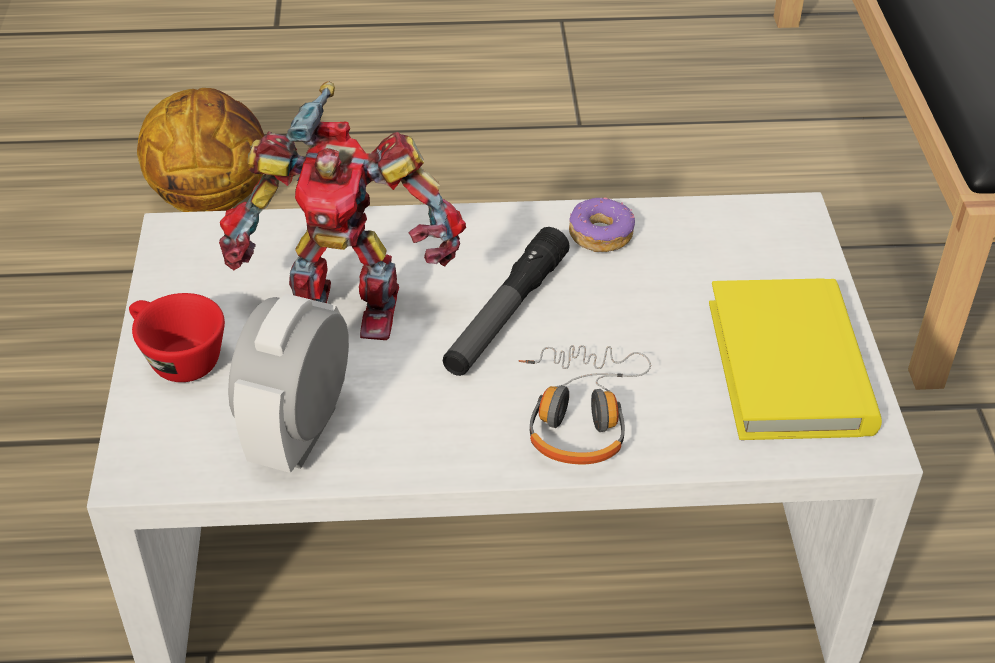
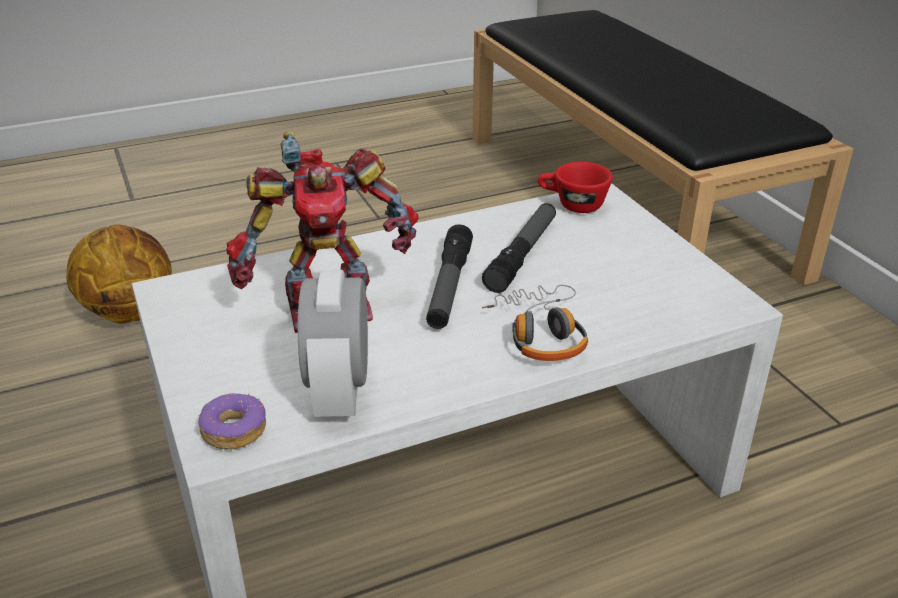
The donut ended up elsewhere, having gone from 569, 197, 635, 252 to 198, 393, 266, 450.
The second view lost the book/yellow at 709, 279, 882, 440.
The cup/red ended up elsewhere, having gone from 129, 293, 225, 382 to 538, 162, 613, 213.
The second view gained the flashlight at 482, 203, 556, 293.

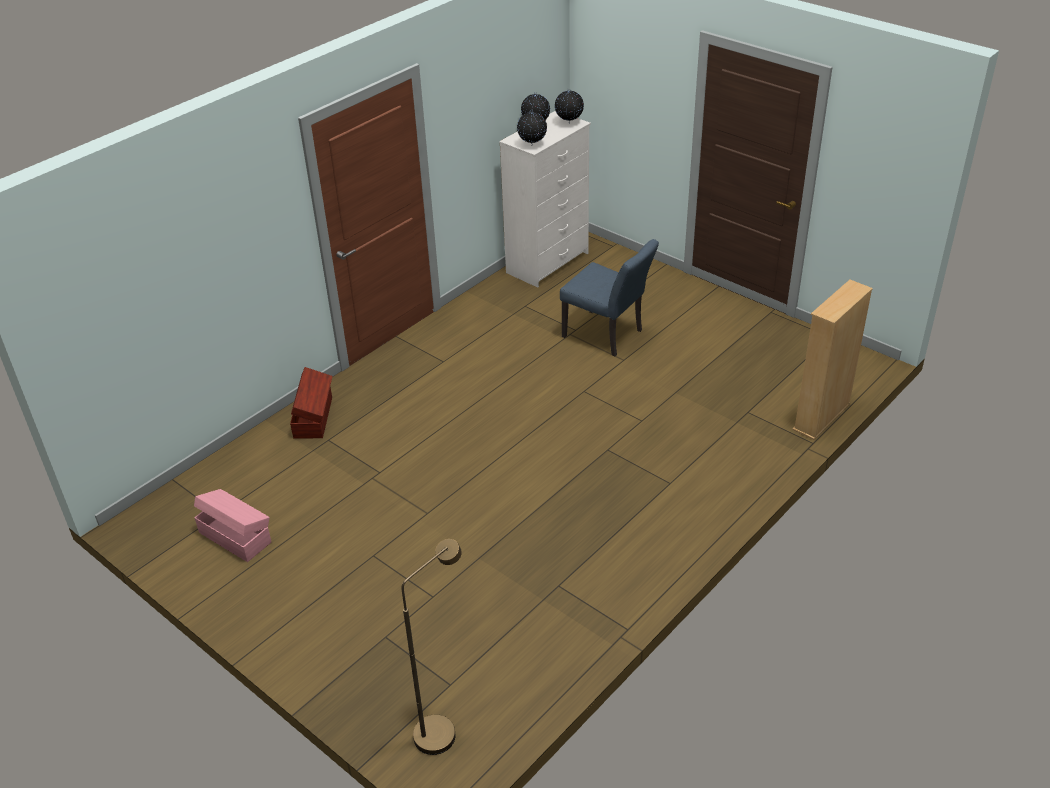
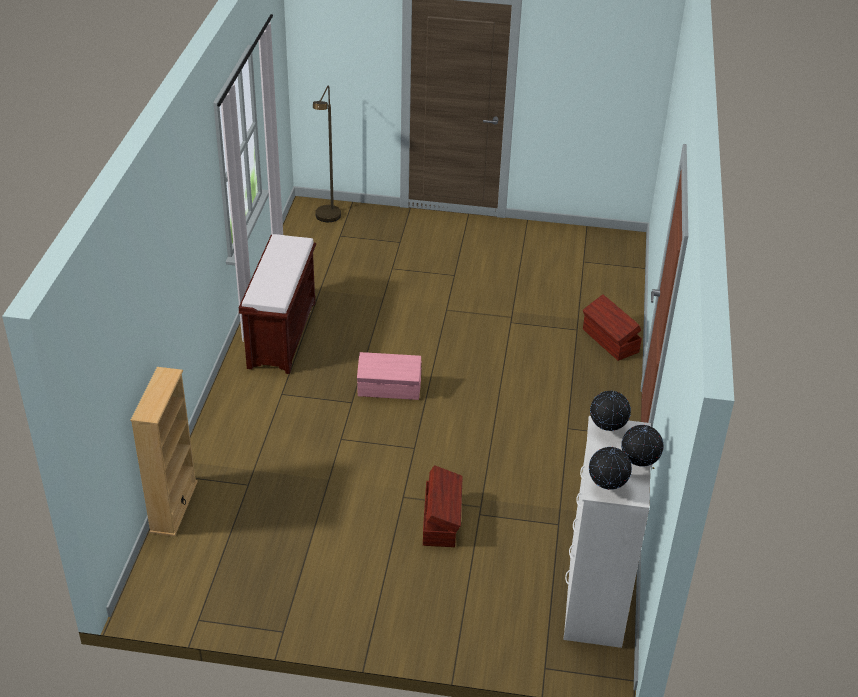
Where the chair/blue stood at 560, 239, 659, 356, the storage box/brown came to stand at 423, 465, 462, 547.
The storage box/pink ended up elsewhere, having gone from 194, 489, 271, 562 to 357, 352, 422, 400.
The second view gained the bench/brown at 239, 234, 316, 374.

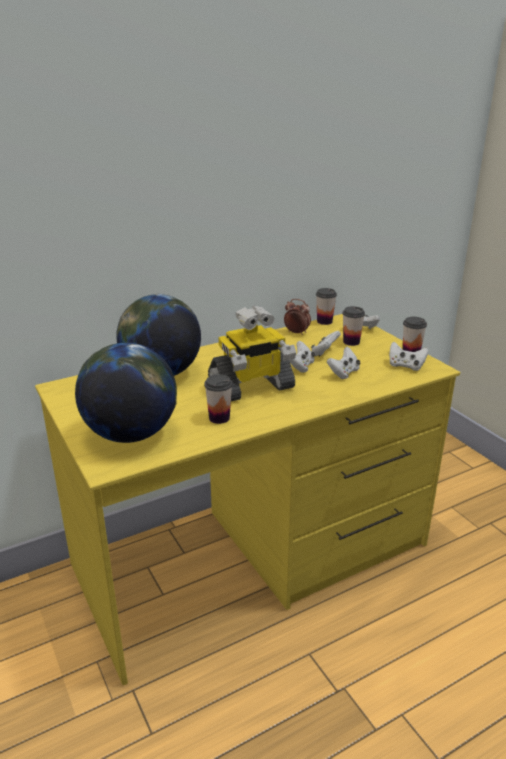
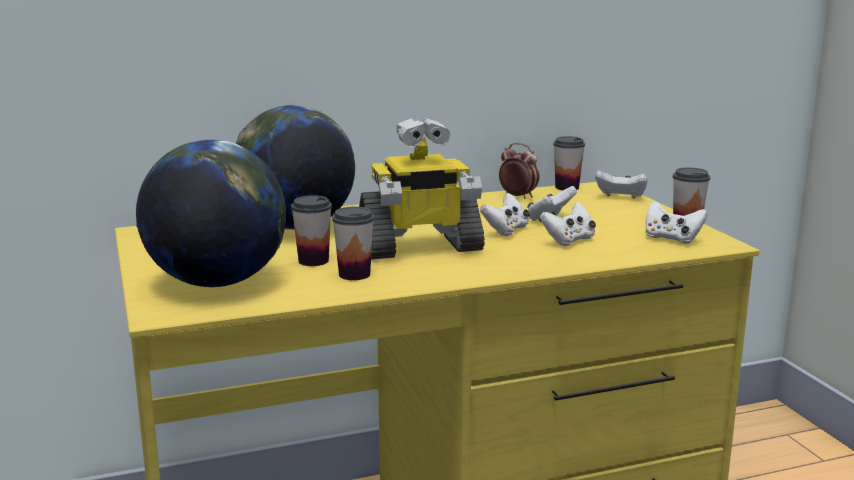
The cup ended up elsewhere, having gone from 343, 306, 365, 346 to 291, 195, 332, 266.

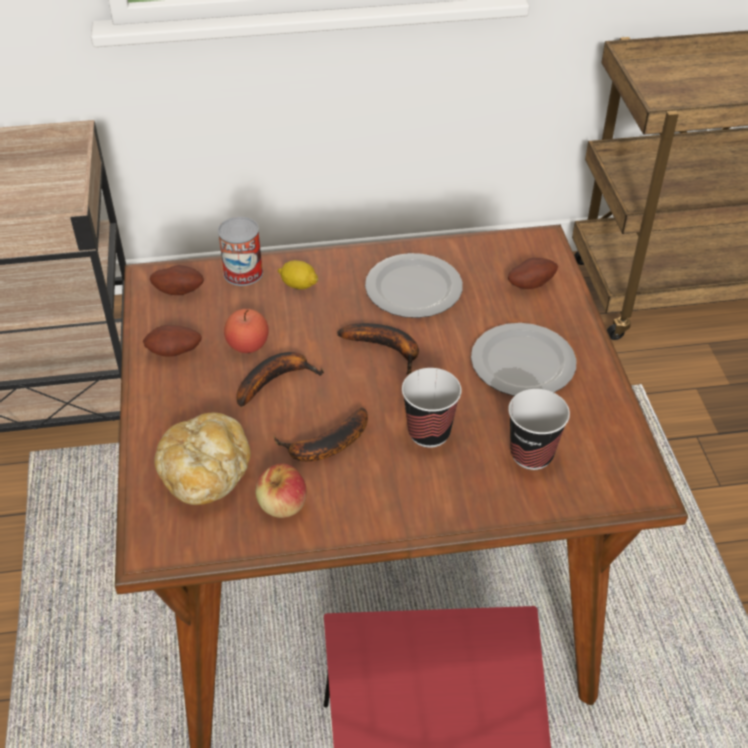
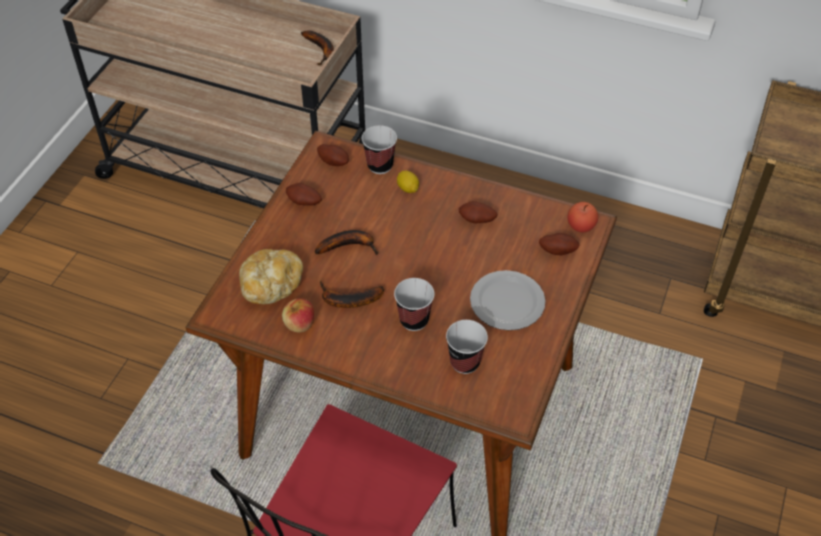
Where the can stood at 218, 217, 263, 286, the cup came to stand at 362, 125, 397, 174.
Where the plate stood at 365, 253, 463, 318, the potato came to stand at 459, 201, 497, 224.
The apple ended up elsewhere, having gone from 224, 309, 269, 353 to 567, 202, 598, 232.
The banana ended up elsewhere, having gone from 337, 323, 419, 374 to 301, 31, 334, 65.

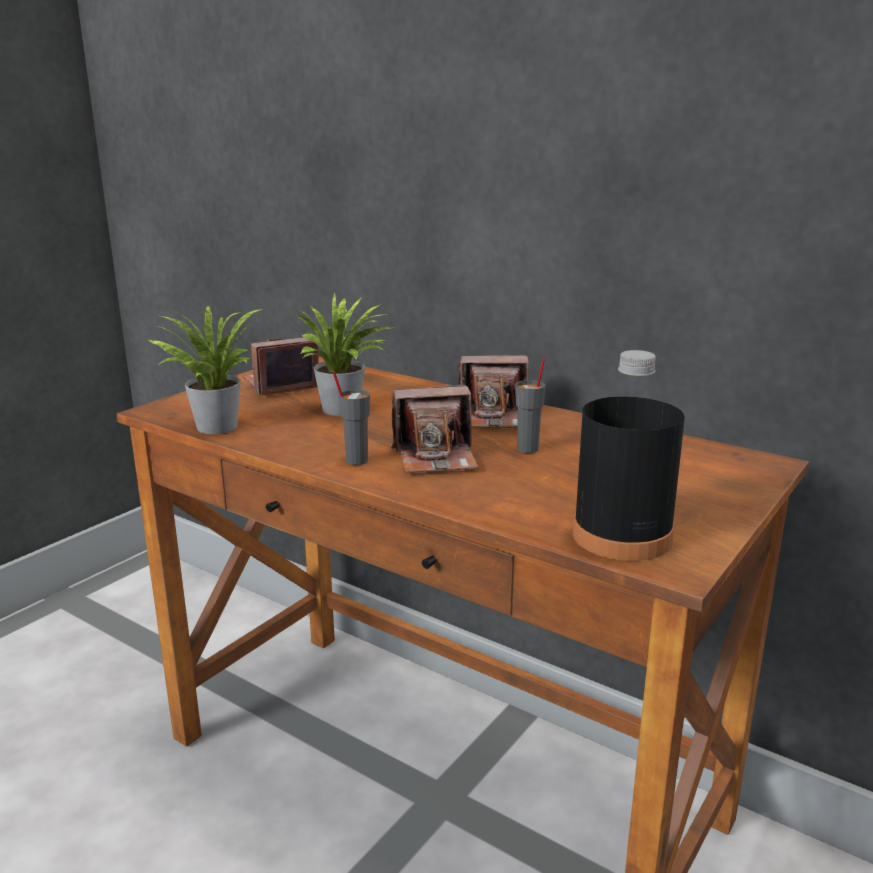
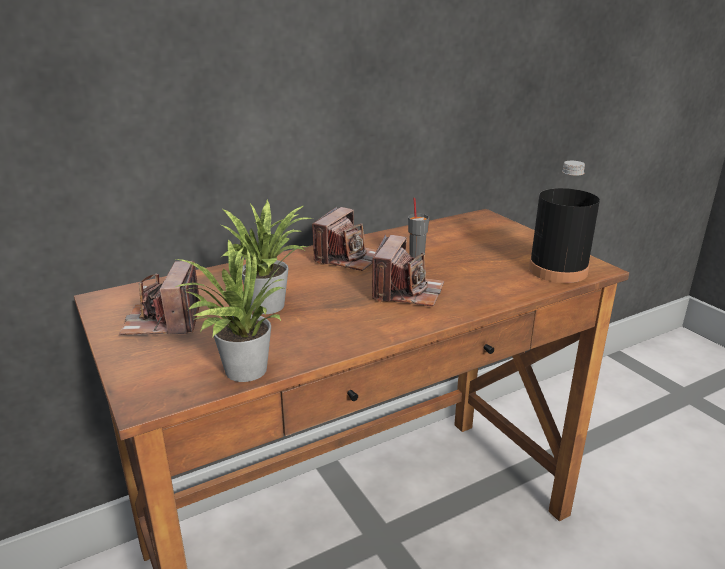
The second view lost the cup/grey at 333, 373, 370, 465.

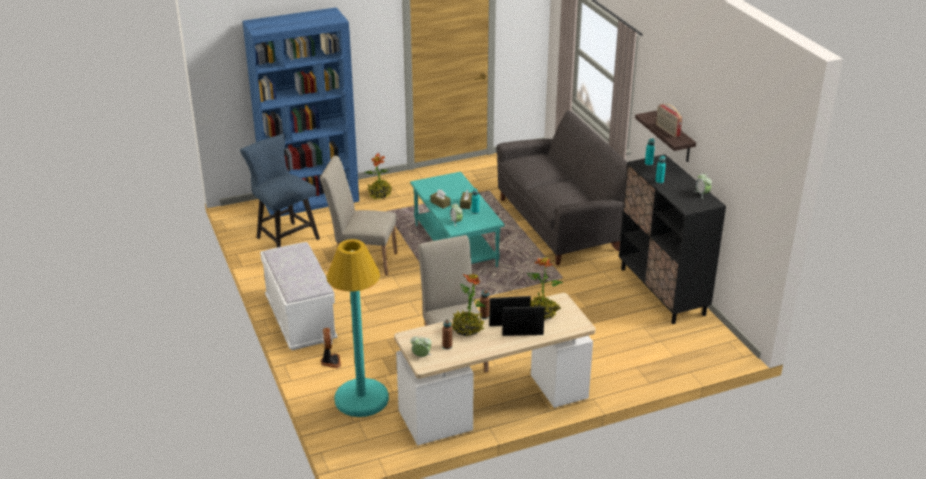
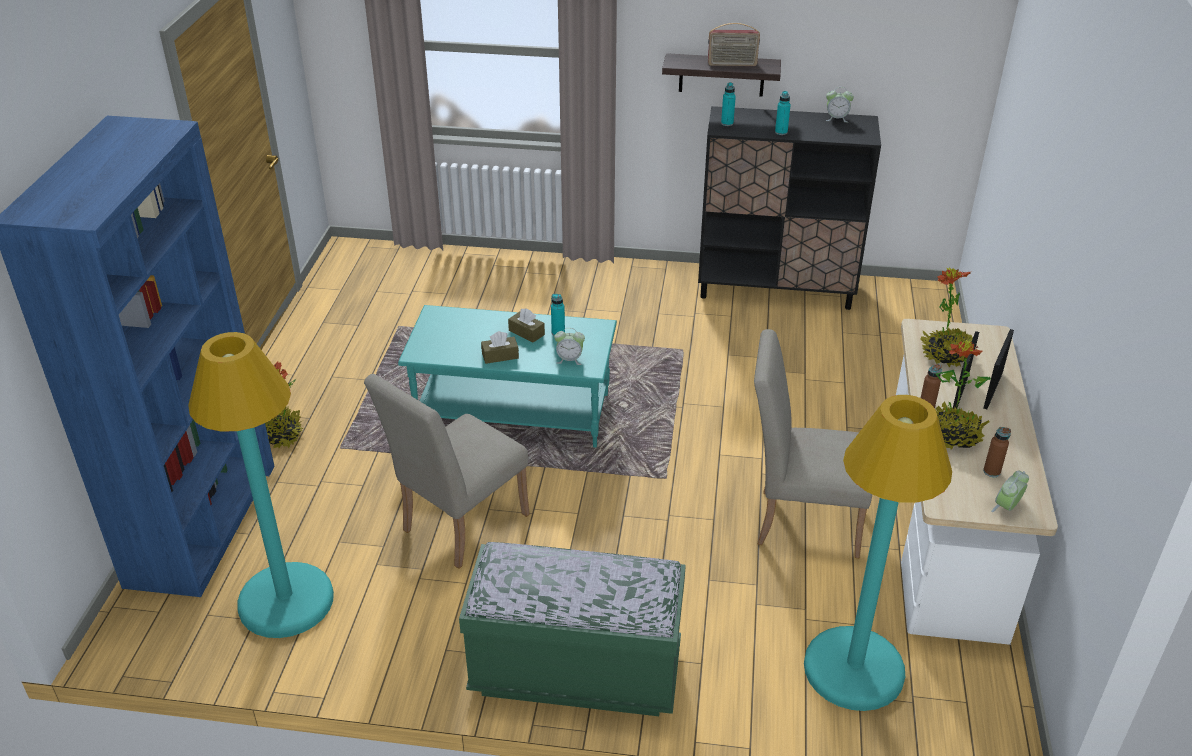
The second view lost the sofa/grey at 497, 111, 627, 266.
Where the chair/blue stood at 240, 134, 320, 247, the floor lamp/turquoise came to stand at 188, 332, 334, 638.
What was the bench/white at 260, 242, 338, 350 turned into the bench/green at 459, 542, 686, 716.
The second view lost the fan at 321, 328, 341, 368.

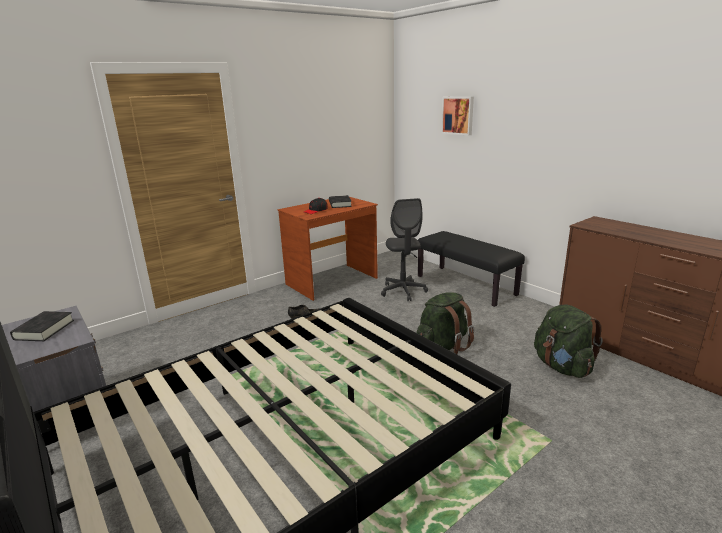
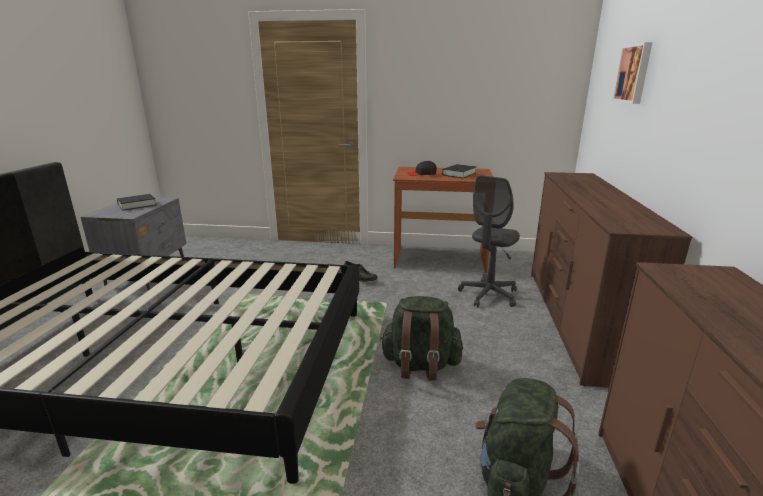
Where the bench/black stood at 418, 231, 525, 307, the dresser/brown came to stand at 531, 172, 692, 388.

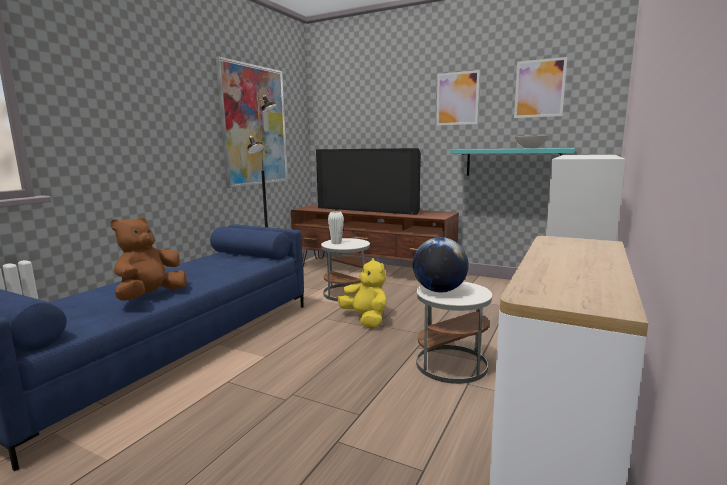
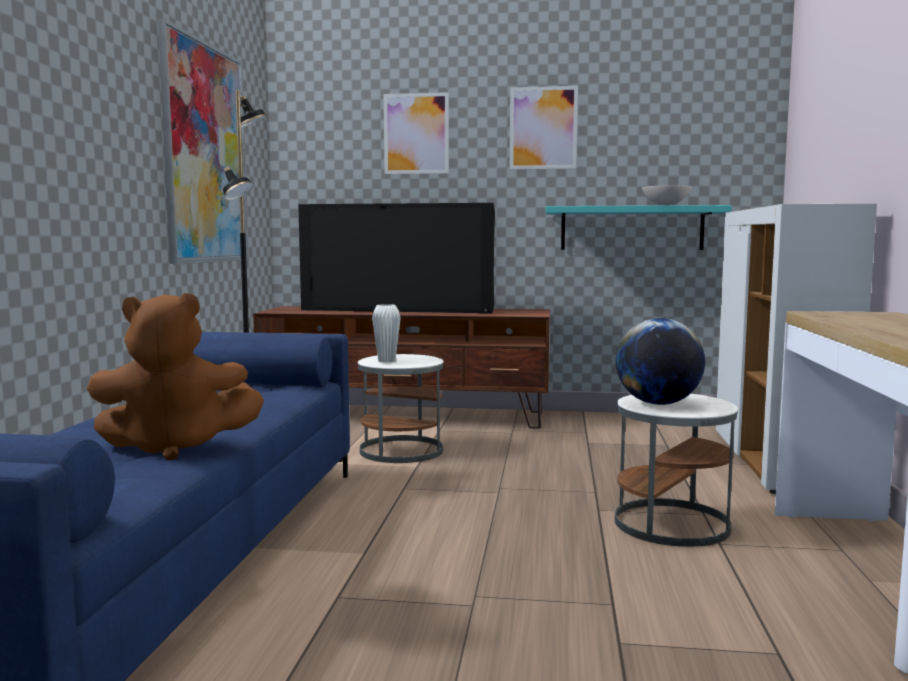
The picture ended up elsewhere, having gone from 514, 57, 567, 118 to 384, 92, 449, 174.
The plush toy/brown at 110, 217, 187, 301 ended up facing another way, 105 degrees counterclockwise from before.
The second view lost the plush toy/yellow at 338, 258, 386, 327.

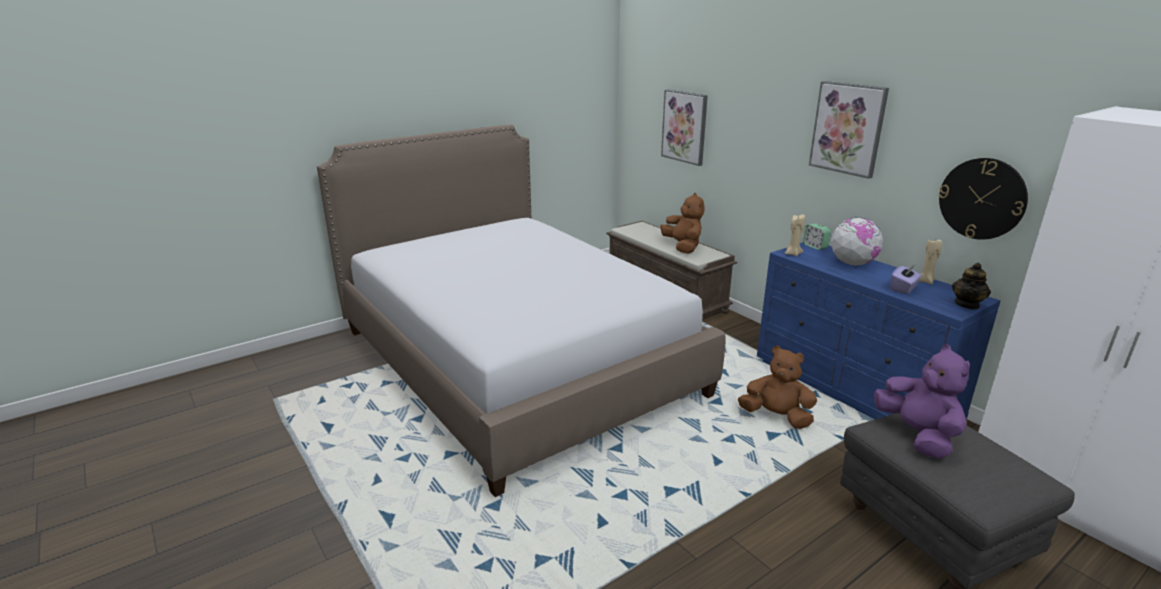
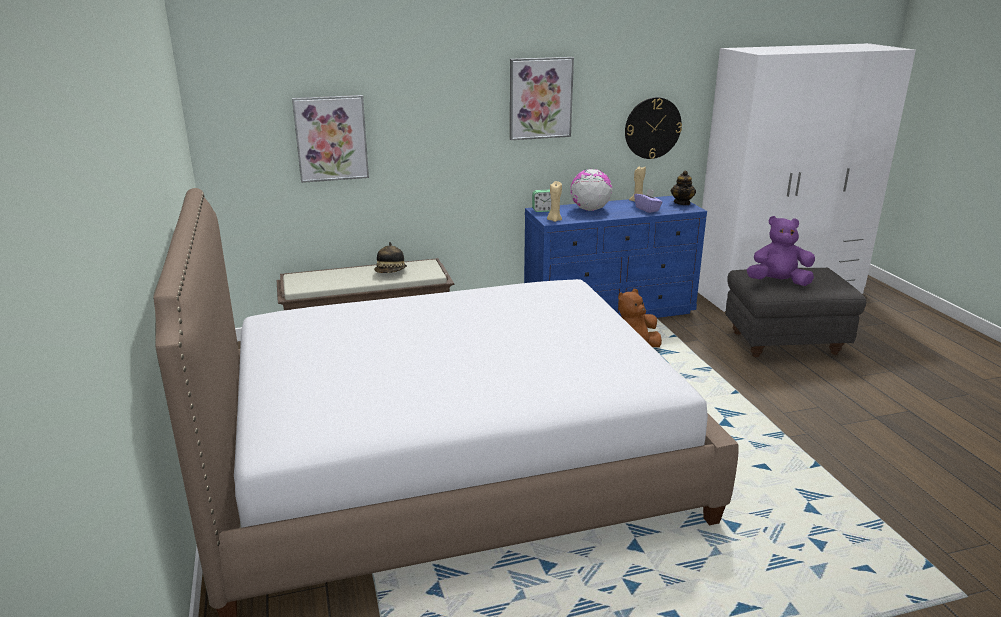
Where the plush toy/brown stood at 660, 193, 704, 253, the hat came to stand at 374, 242, 407, 273.
The teapot at 952, 263, 991, 310 ended up facing another way, 45 degrees clockwise from before.

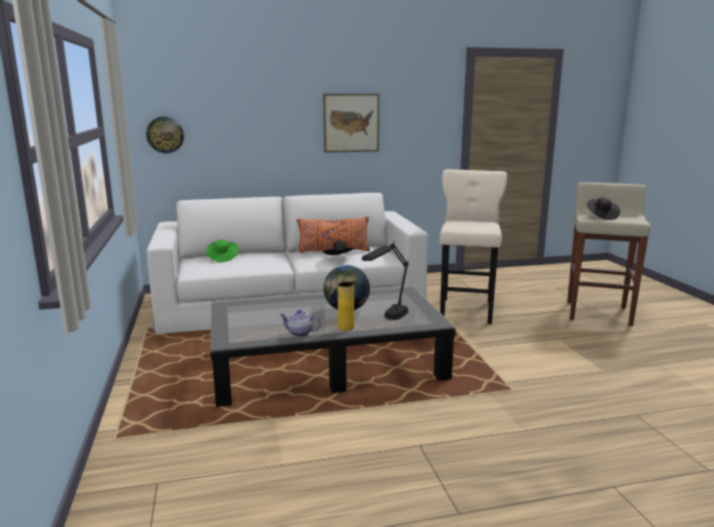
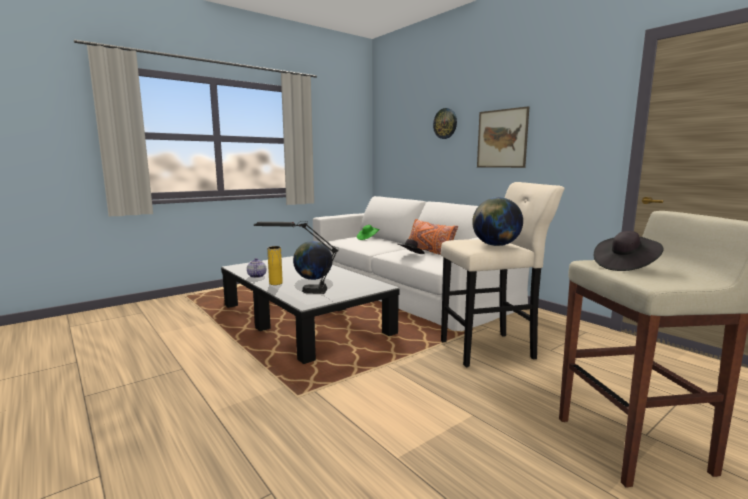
The wall clock ended up elsewhere, having gone from 146, 117, 184, 153 to 433, 108, 457, 139.
The second view gained the globe at 472, 197, 523, 246.

